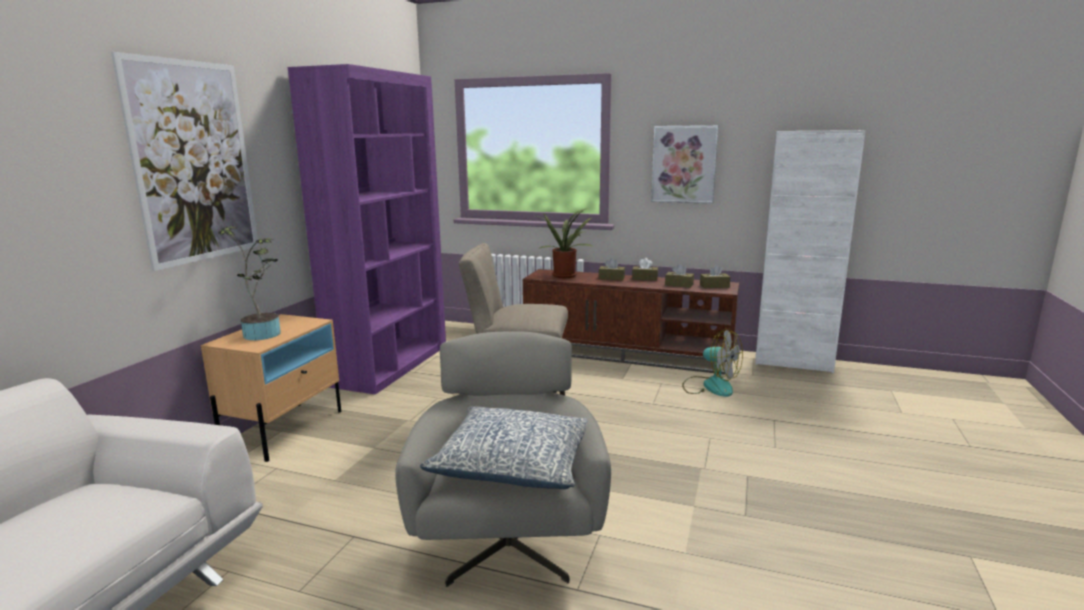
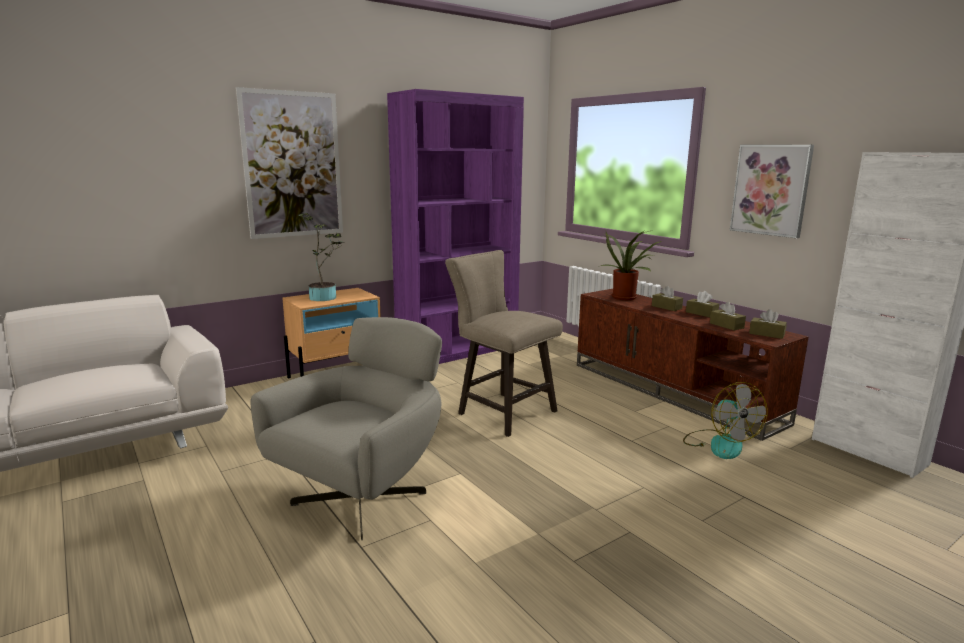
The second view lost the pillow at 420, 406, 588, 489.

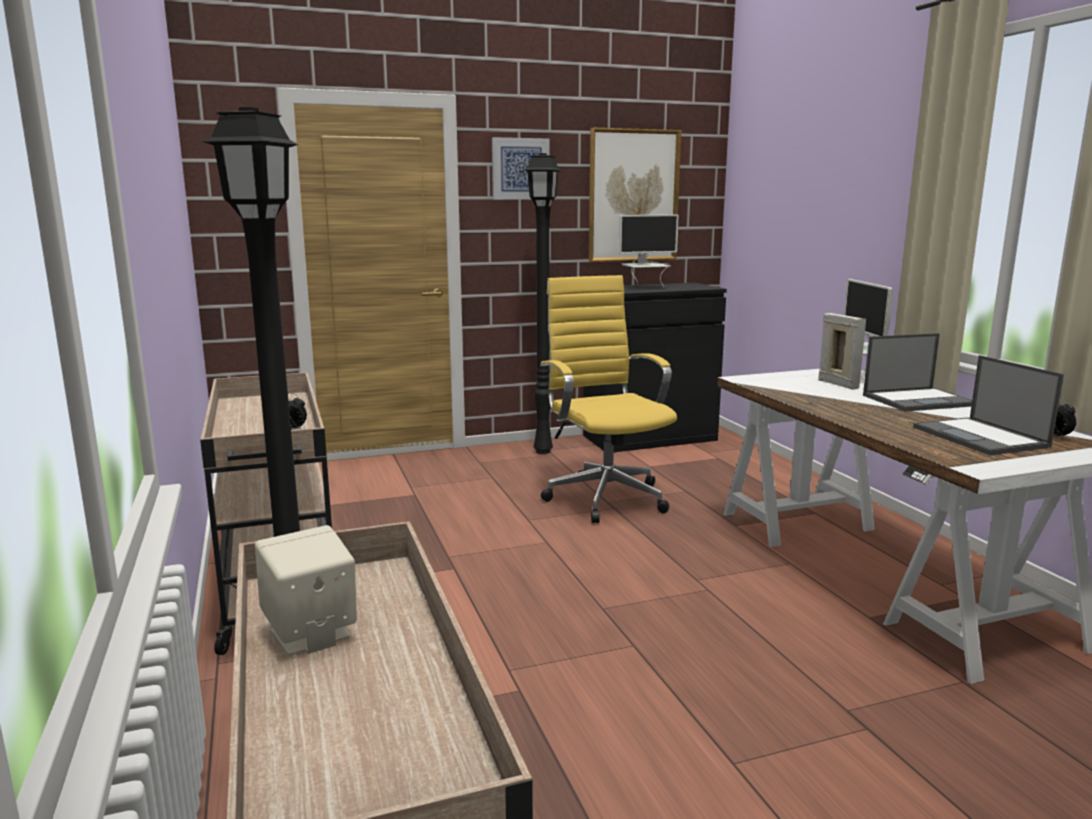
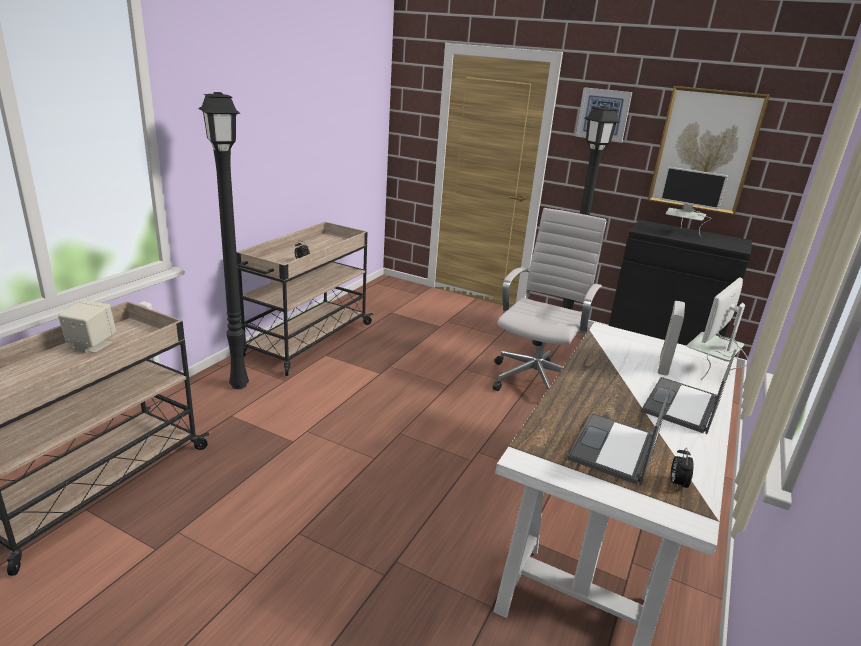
What was the office chair/yellow at 540, 275, 677, 523 turned into the office chair/white at 492, 208, 607, 391.
The laptop at 863, 333, 972, 412 ended up facing another way, 90 degrees clockwise from before.

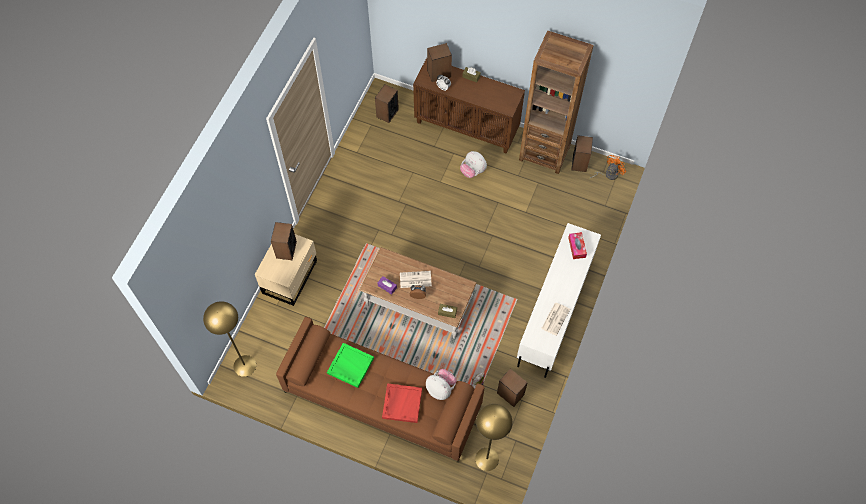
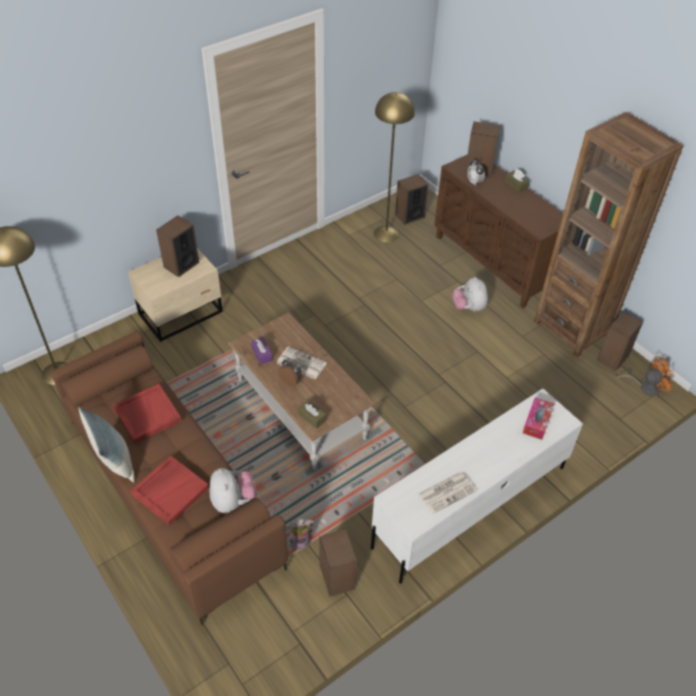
What was the tray/green at 327, 343, 374, 388 turned into the tray/red at 113, 384, 182, 444.
The floor lamp/yellow ended up elsewhere, having gone from 475, 404, 513, 471 to 374, 92, 415, 242.
The second view gained the pillow at 79, 407, 135, 483.

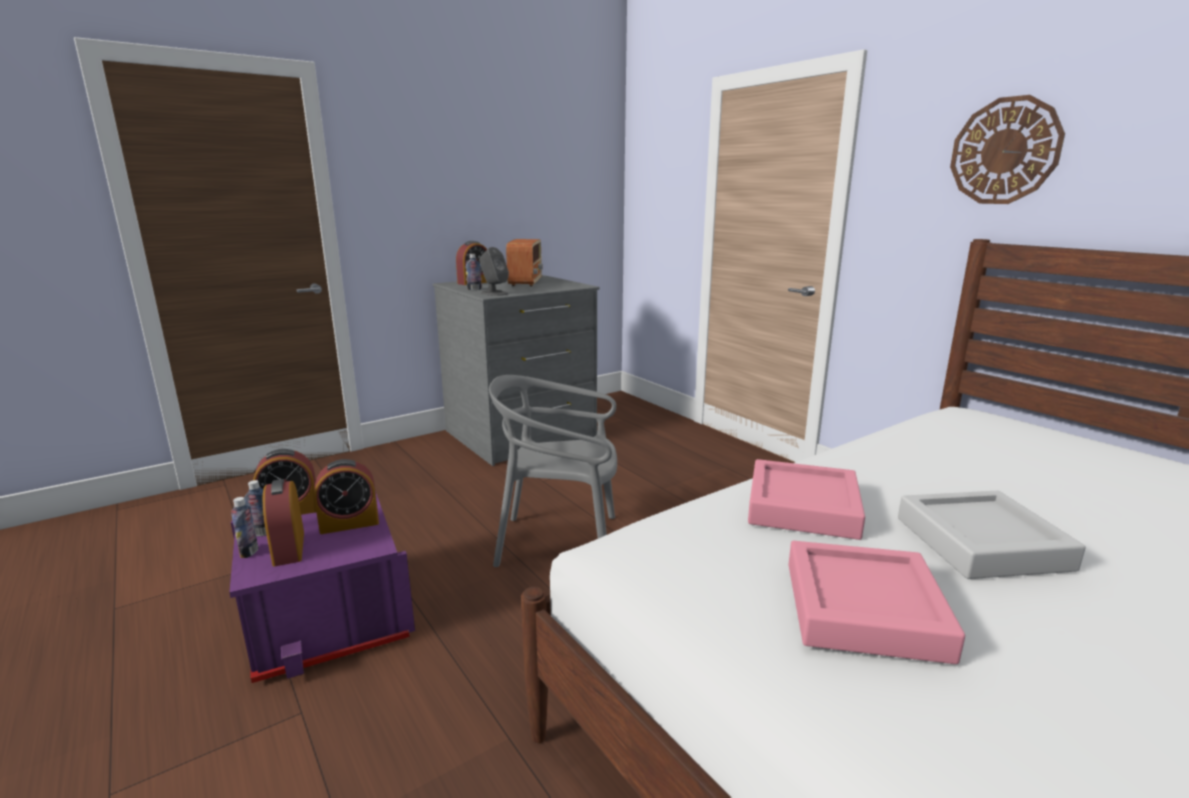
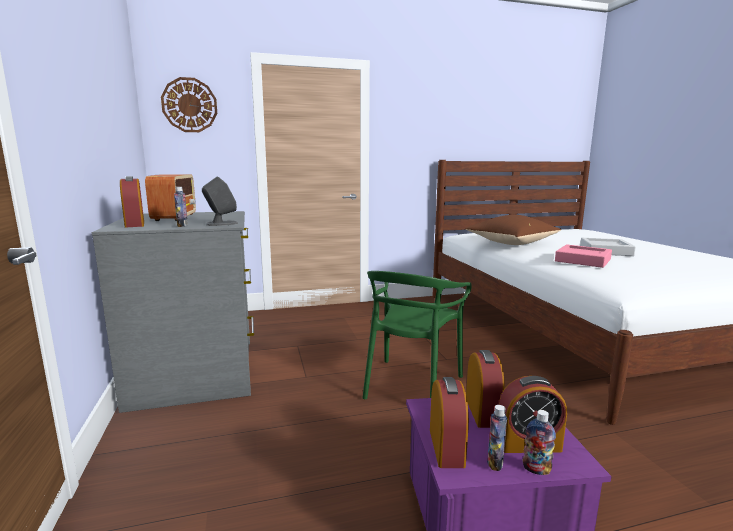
The wall clock ended up elsewhere, having gone from 950, 95, 1065, 204 to 161, 77, 217, 132.
The radio at 506, 239, 543, 286 ended up facing another way, 60 degrees clockwise from before.
What was the chair/grey at 489, 375, 617, 567 turned into the chair/green at 362, 271, 472, 400.
The second view lost the tray/pink at 788, 541, 965, 664.
The second view gained the pillow/brown at 466, 215, 561, 245.

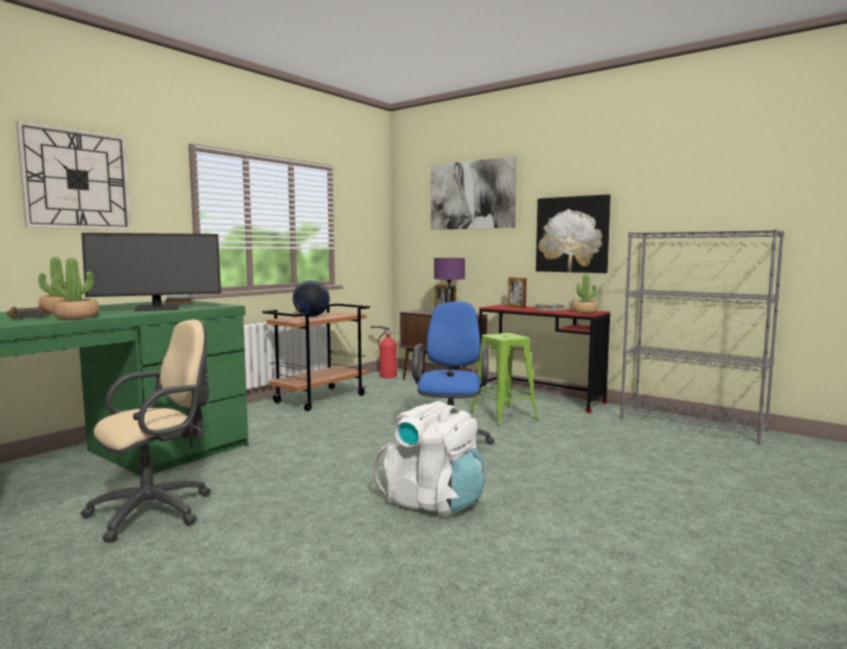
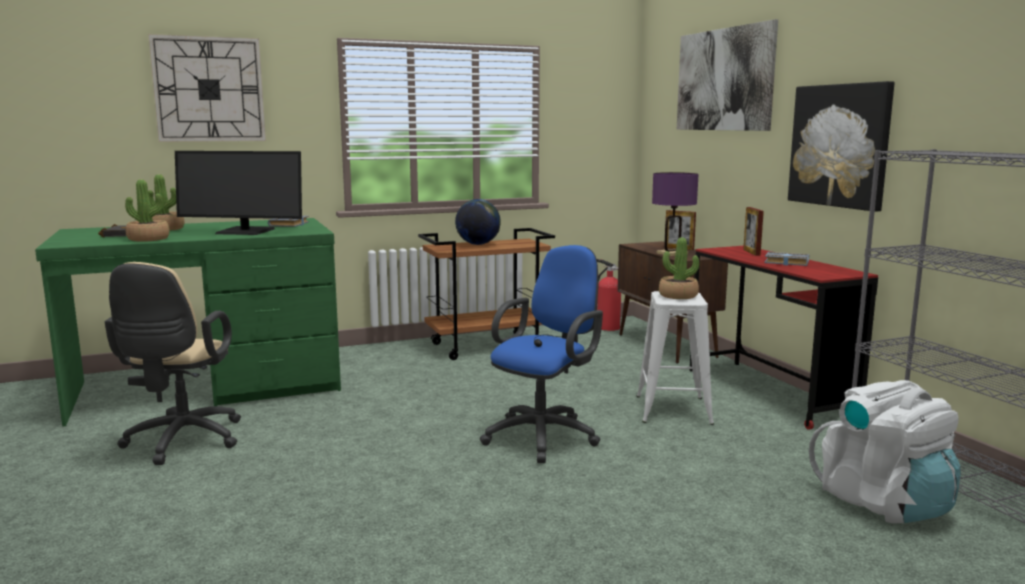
The potted plant ended up elsewhere, having gone from 572, 274, 598, 313 to 659, 237, 699, 299.
The office chair/beige at 80, 320, 211, 543 ended up facing another way, 105 degrees clockwise from before.
What was the stool/green at 471, 333, 539, 426 turned into the stool/white at 637, 291, 714, 425.
The backpack/white ended up elsewhere, having gone from 373, 401, 485, 517 to 809, 380, 961, 524.

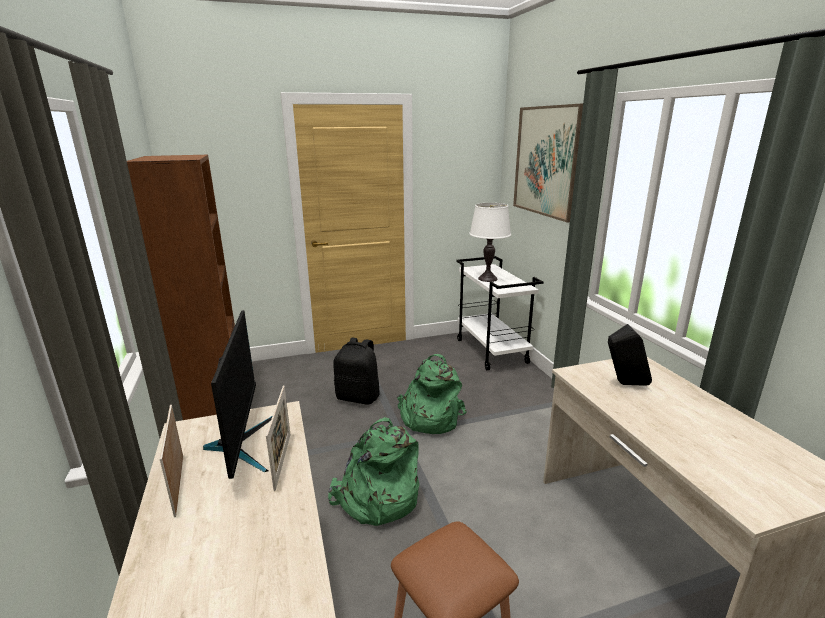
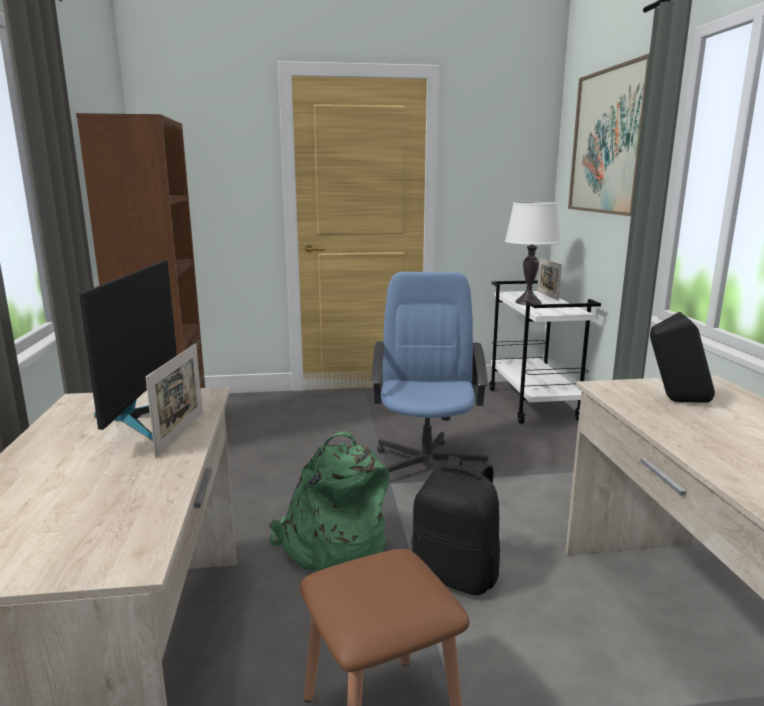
The backpack/black ended up elsewhere, having gone from 333, 338, 380, 404 to 411, 456, 500, 595.
Where the backpack/green stood at 397, 354, 467, 434, the office chair/blue came to stand at 371, 272, 489, 472.
The picture frame ended up elsewhere, having gone from 160, 405, 183, 517 to 537, 258, 562, 300.

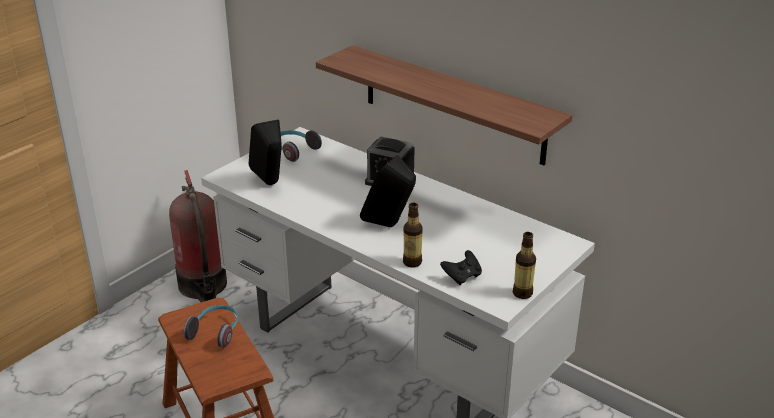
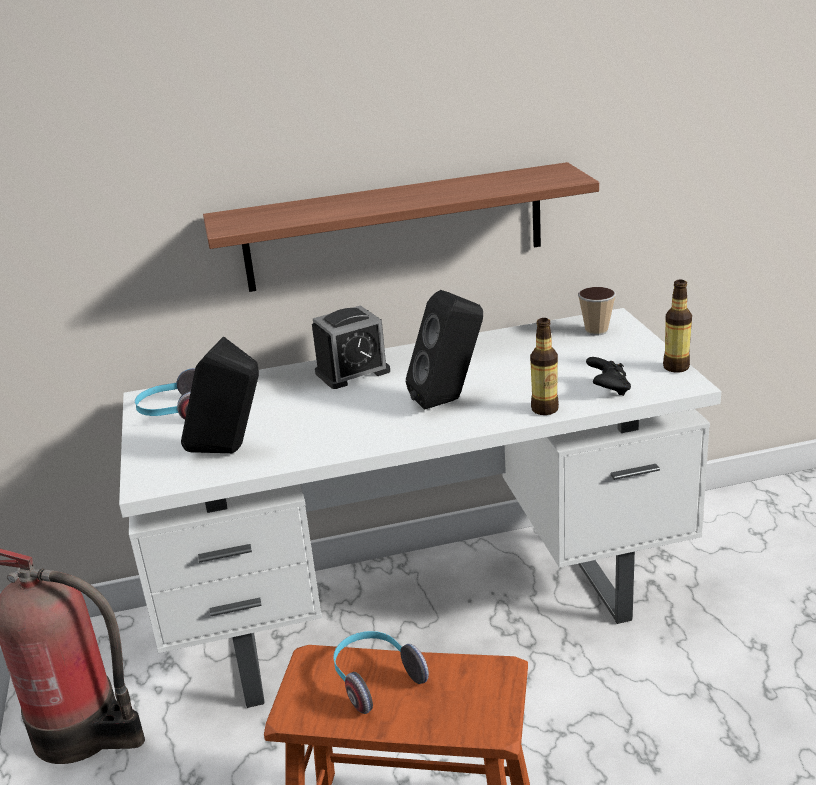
The second view gained the cup at 578, 287, 616, 335.

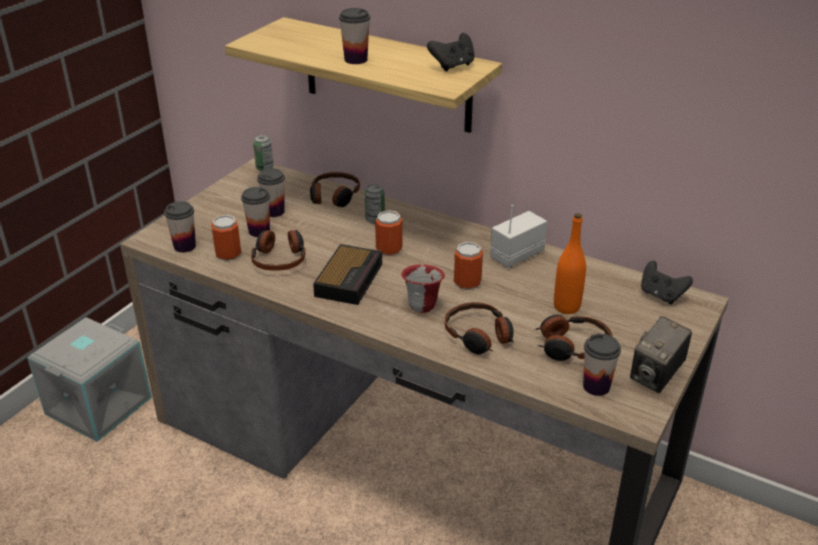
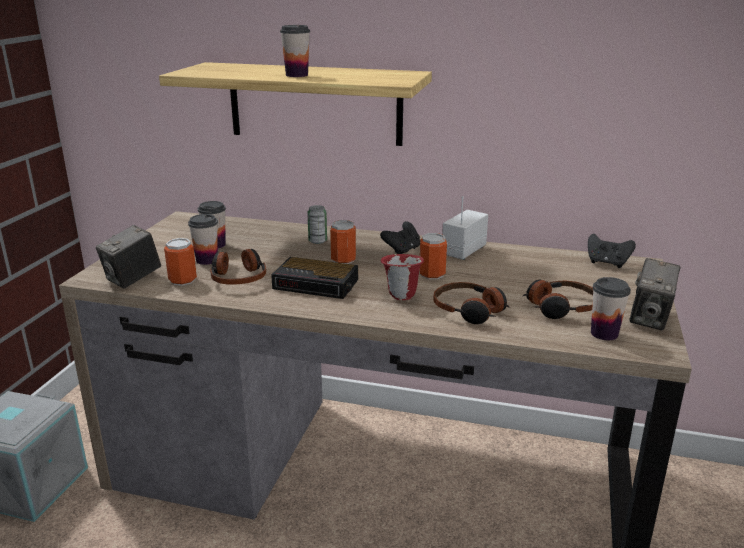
The game controller/black ended up elsewhere, having gone from 427, 33, 475, 71 to 380, 221, 420, 254.
The second view lost the can at 253, 135, 273, 171.
The second view lost the headphones at 310, 172, 360, 207.
Where the cup stood at 164, 201, 196, 253, the photo camera came to stand at 96, 225, 161, 288.
The second view lost the bottle/orange at 554, 213, 586, 314.
The alarm clock at 313, 244, 382, 305 ended up facing another way, 105 degrees clockwise from before.

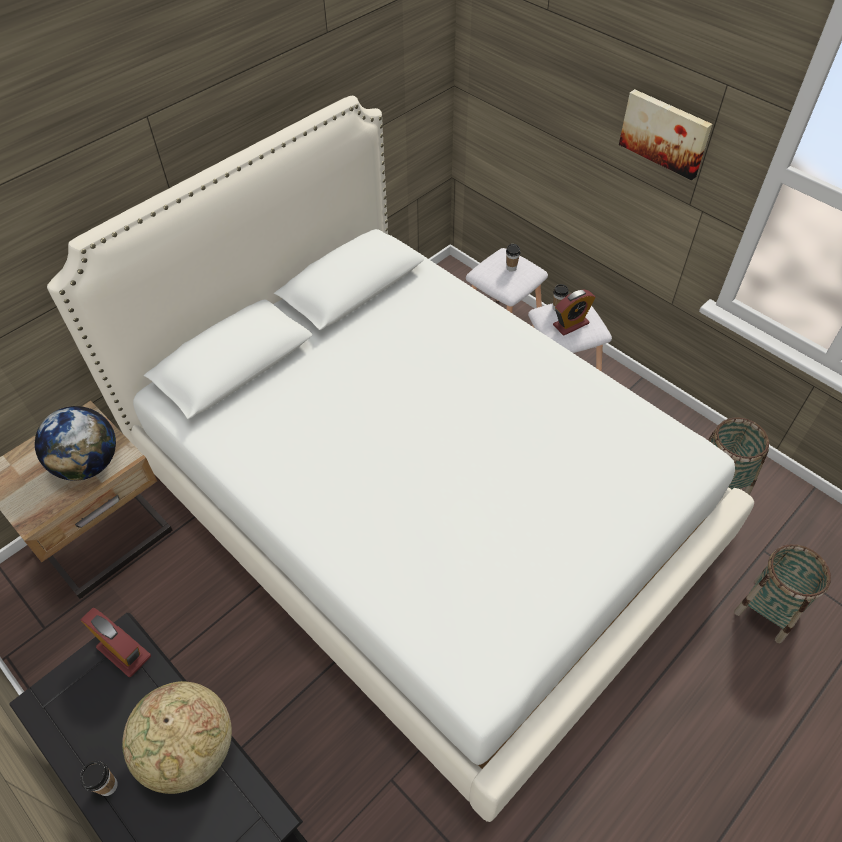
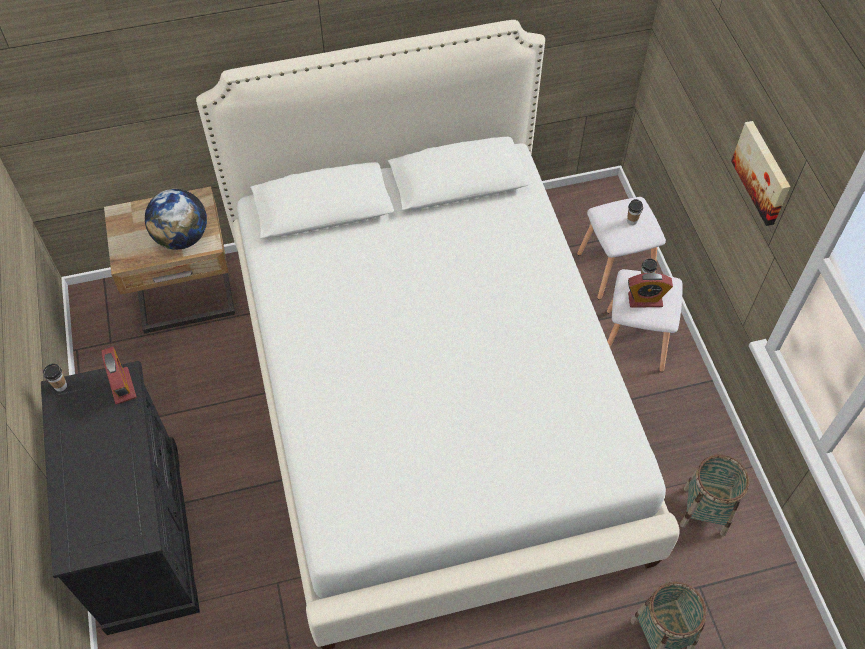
The second view lost the globe at 122, 681, 232, 794.
The cup ended up elsewhere, having gone from 80, 761, 118, 796 to 43, 363, 67, 392.

